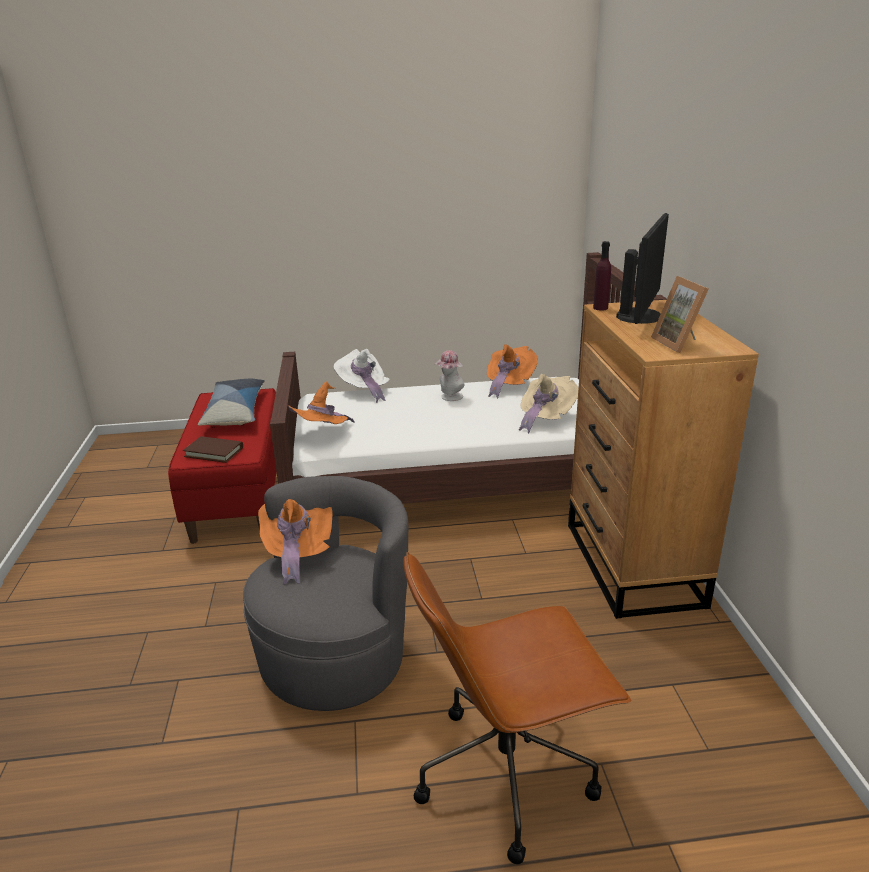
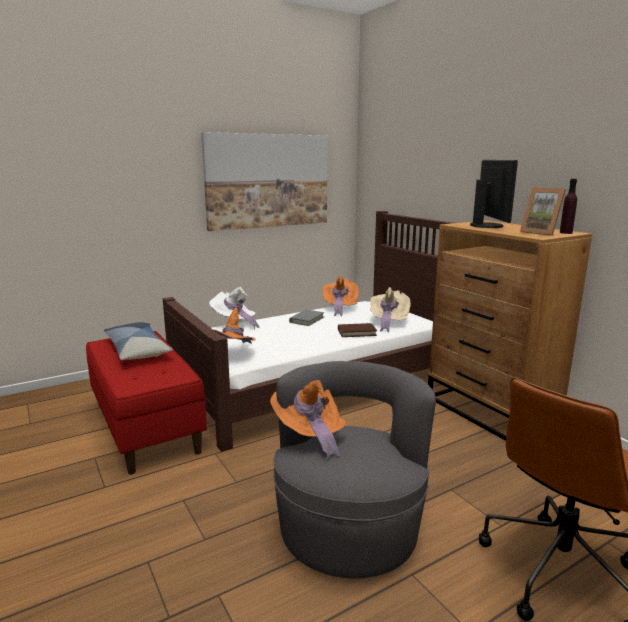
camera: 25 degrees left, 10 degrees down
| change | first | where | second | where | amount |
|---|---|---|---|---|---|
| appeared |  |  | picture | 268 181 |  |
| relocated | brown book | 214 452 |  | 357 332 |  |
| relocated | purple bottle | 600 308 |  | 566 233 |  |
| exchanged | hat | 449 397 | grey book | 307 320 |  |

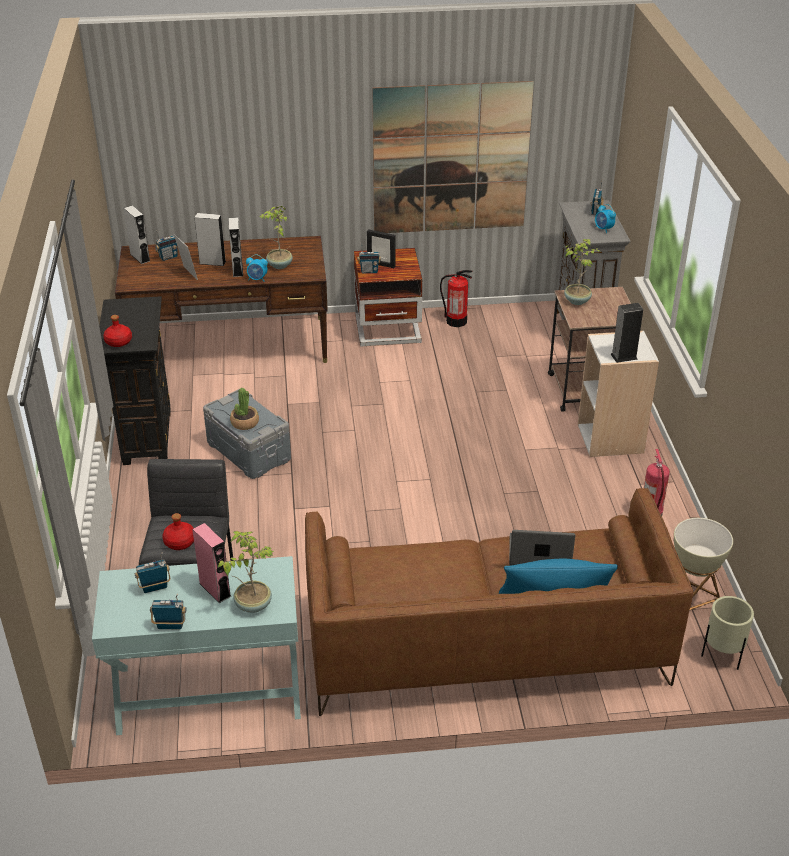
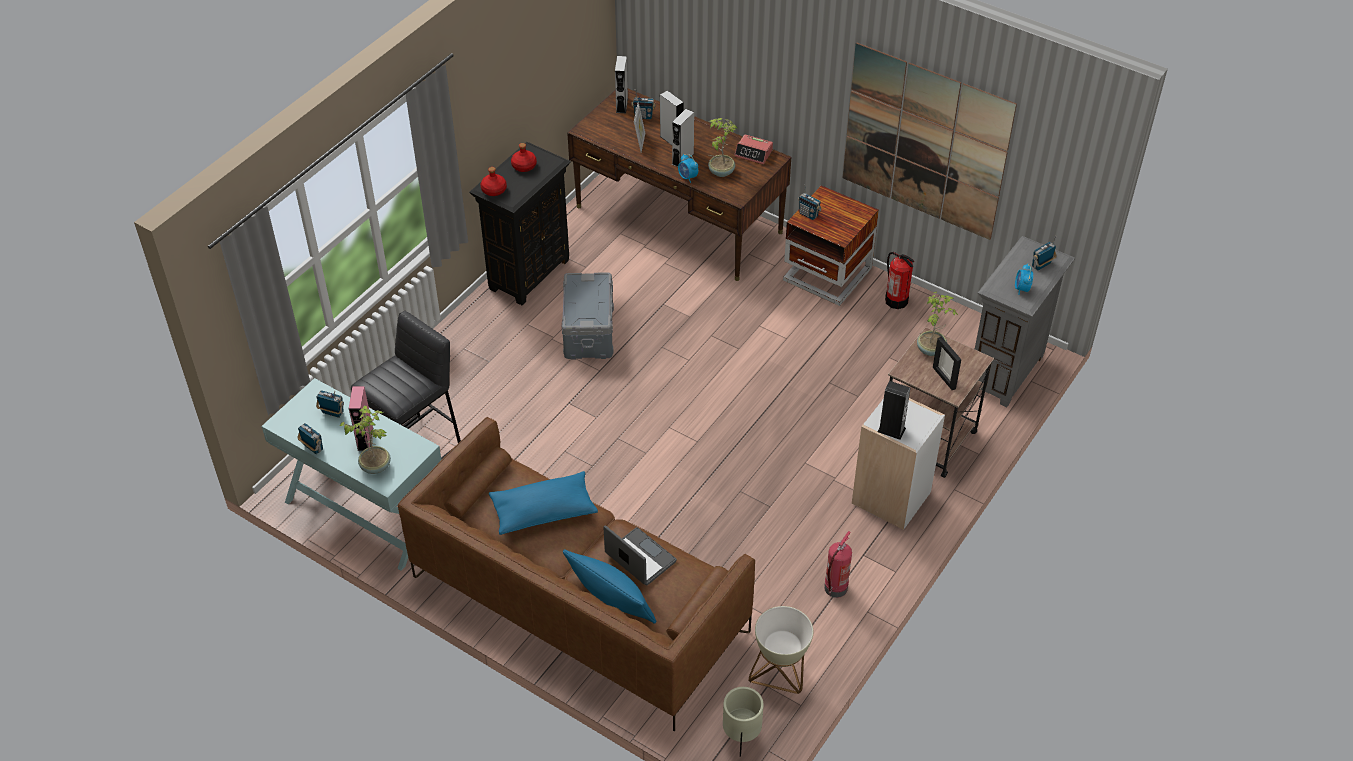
camera: 40 degrees right, 10 degrees up
| change | first | where | second | where | amount |
|---|---|---|---|---|---|
| missing | potted plant | 244 422 |  |  |  |
| appeared |  |  | blue pillow | 543 511 |  |
| appeared |  |  | alarm clock | 753 153 |  |
| relocated | red bottle | 179 542 |  | 524 166 |  |
| relocated | picture frame | 381 264 |  | 944 377 |  |

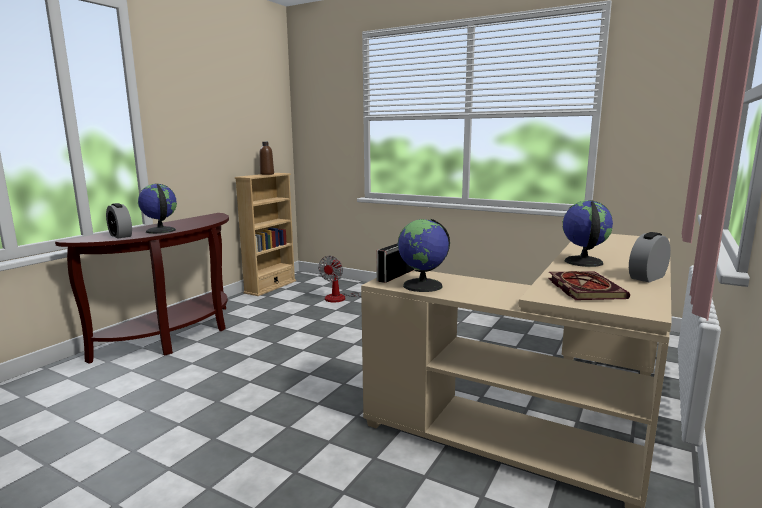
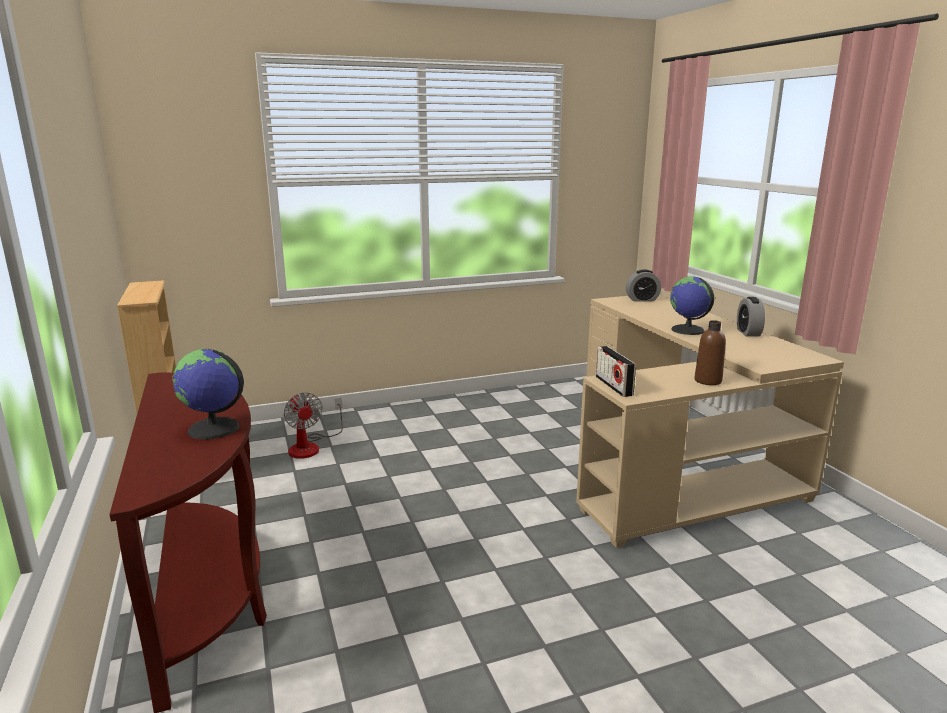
camera: 50 degrees left, 5 degrees up
| change | first | where | second | where | amount |
|---|---|---|---|---|---|
| missing | globe | 423 286 |  |  |  |
| missing | book | 583 288 |  |  |  |
| relocated | alarm clock | 120 236 |  | 642 300 |  |
| relocated | brown bottle | 267 174 |  | 708 381 |  |

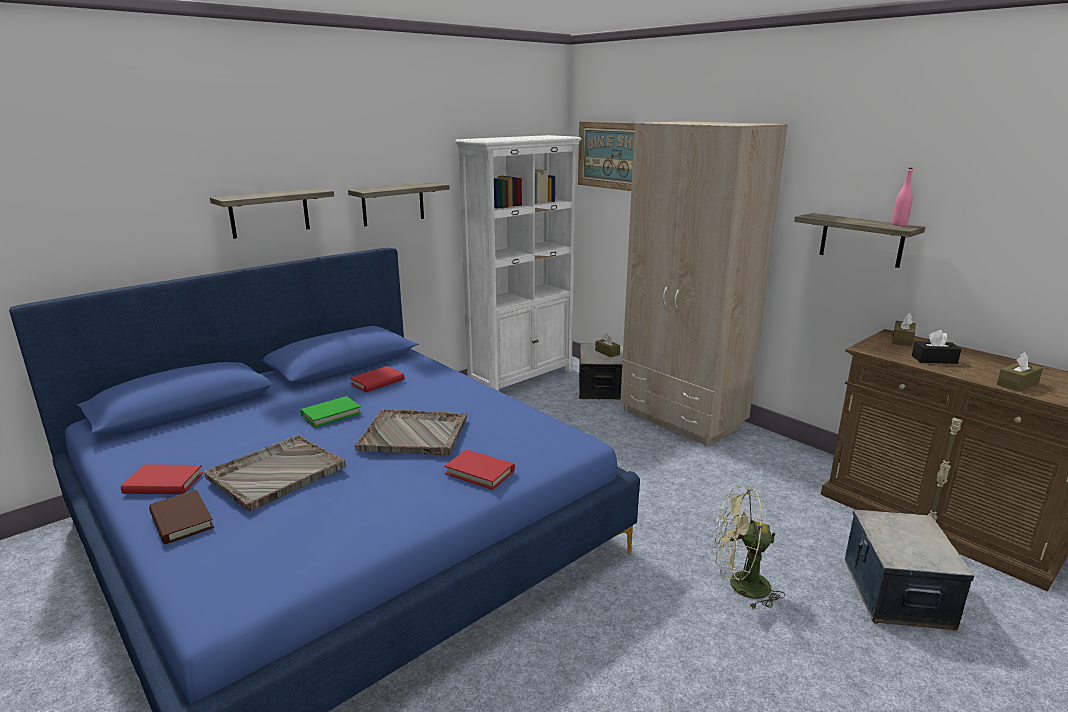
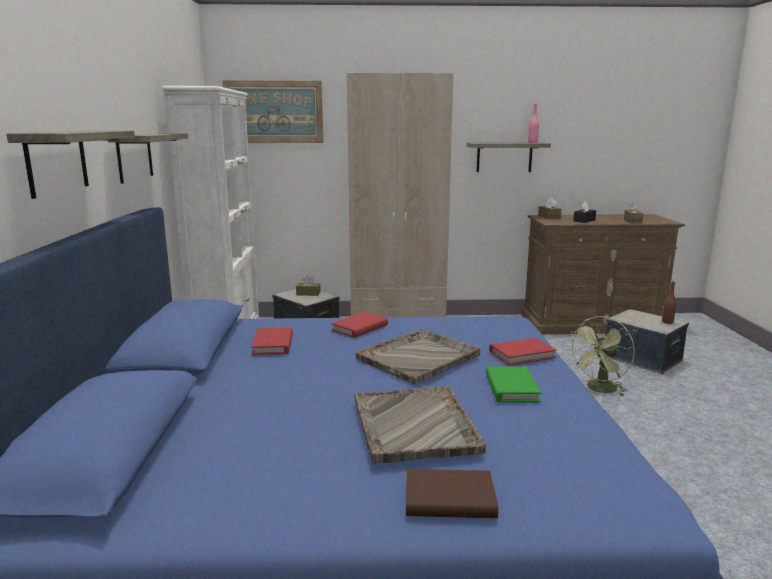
camera: 50 degrees left, 5 degrees down
| change | first | where | second | where | amount |
|---|---|---|---|---|---|
| appeared |  |  | brown bottle | 667 322 |  |
| relocated | red book | 163 483 |  | 360 328 |  |
| relocated | green book | 331 414 |  | 511 388 |  |

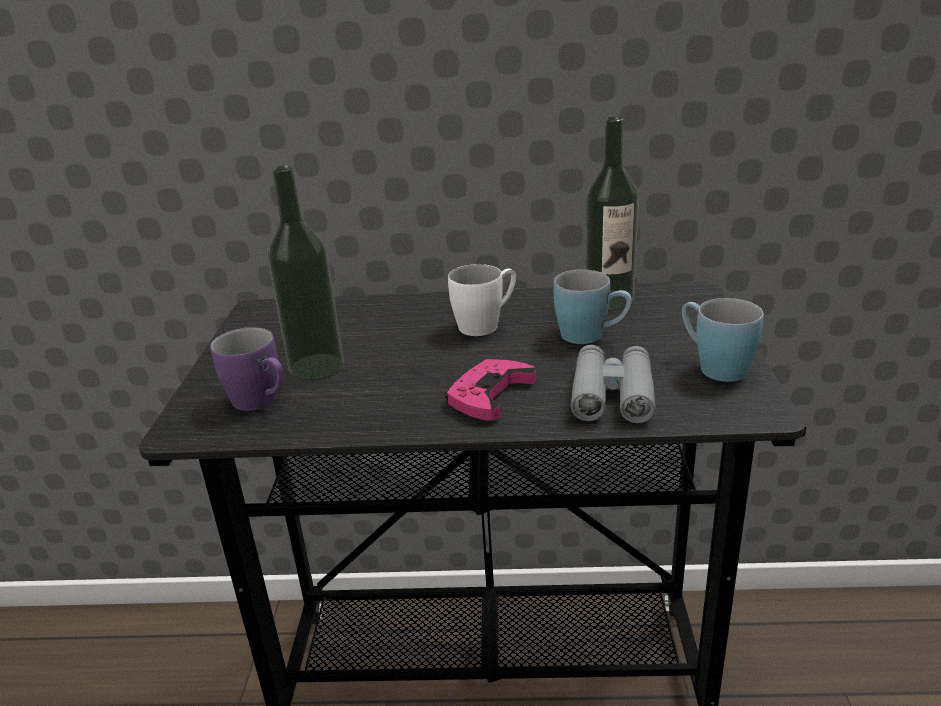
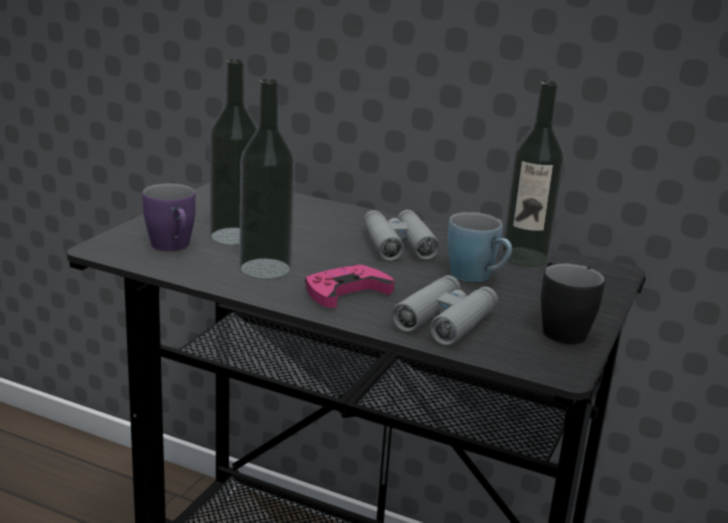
camera: 20 degrees right, 5 degrees down
| change | first | where | second | where | amount |
|---|---|---|---|---|---|
| appeared |  |  | bottle | 265 269 |  |
| exchanged | white mug | 486 324 | grey binoculars | 398 245 |  |
| colour | blue mug | 713 366 | black mug | 559 328 |  |

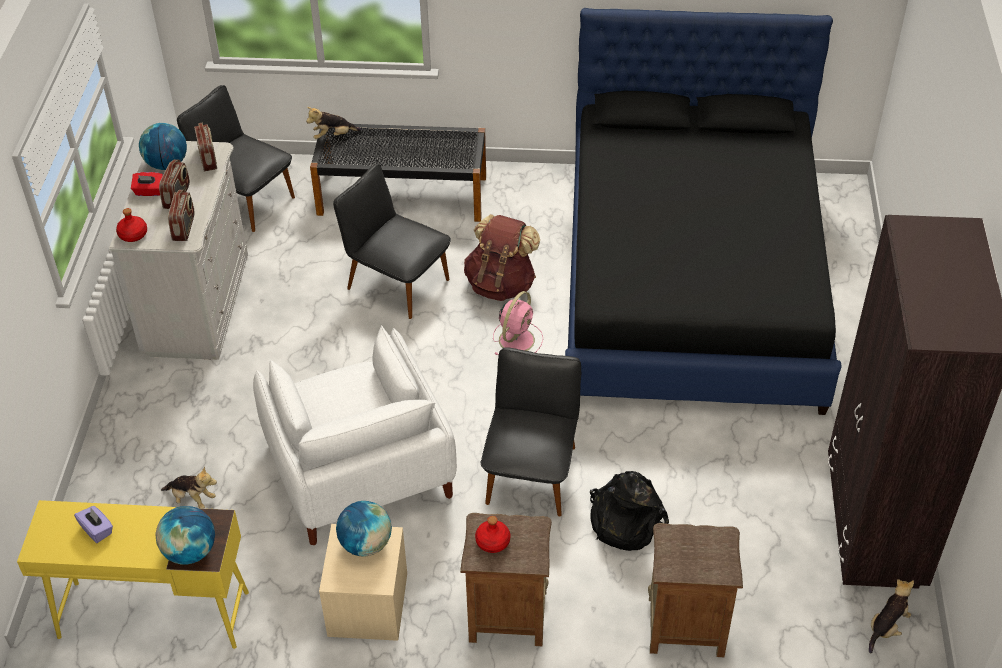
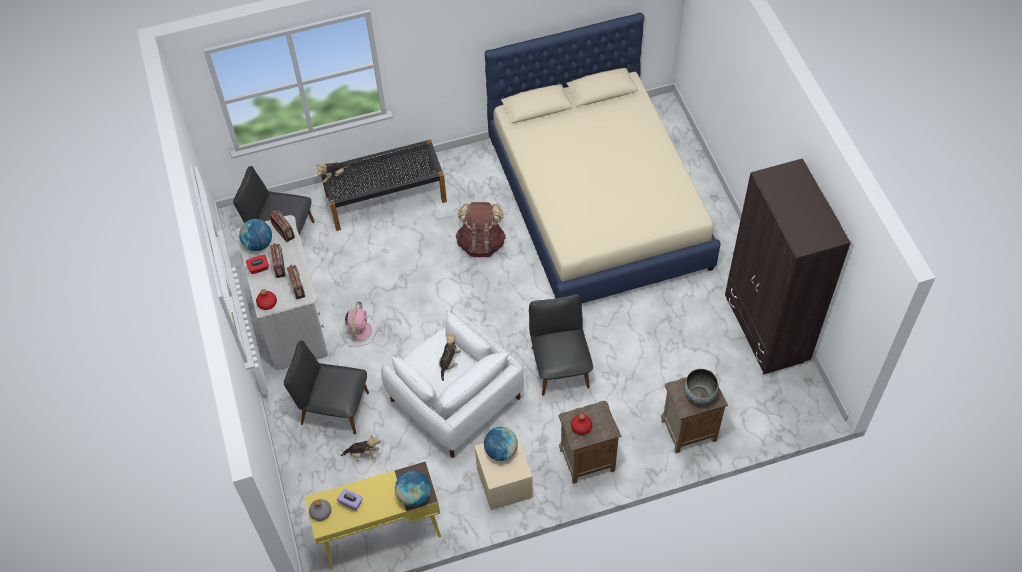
camera: 20 degrees left, 10 degrees up
| change | first | where | second | where | amount |
|---|---|---|---|---|---|
| missing | black backpack | 623 521 |  |  |  |
| appeared |  |  | grey bottle | 320 512 |  |
| appeared |  |  | bowl | 699 395 |  |
| relocated | black chair | 398 284 |  | 334 408 |  |
| relocated | pink fan | 517 339 |  | 360 330 |  |
| relocated | plush toy | 887 627 |  | 449 362 |  |
| colour | black bed | 691 280 | beige bed | 597 203 |  |

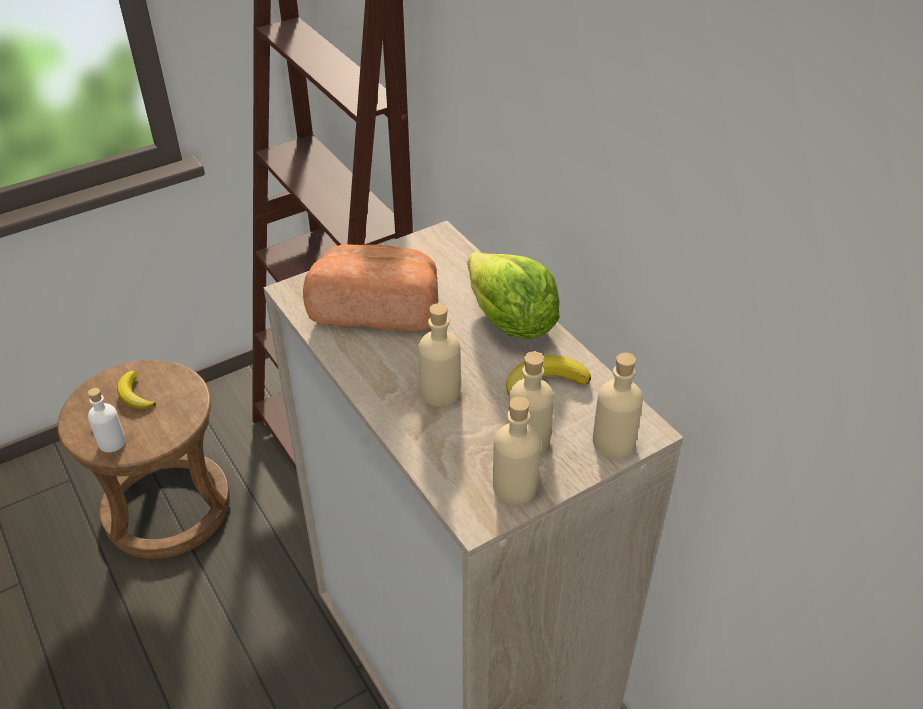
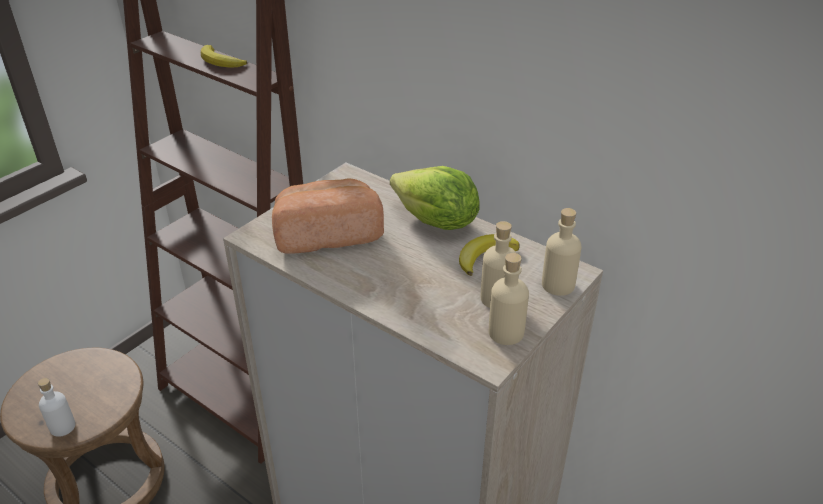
camera: 20 degrees left, 5 degrees down
| change | first | where | second | where | amount |
|---|---|---|---|---|---|
| missing | beige bottle | 440 392 |  |  |  |
| relocated | banana | 134 395 |  | 220 62 |  |

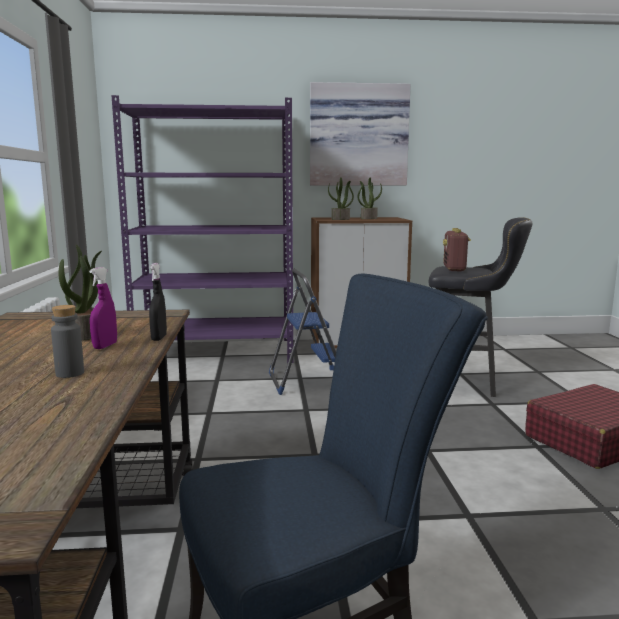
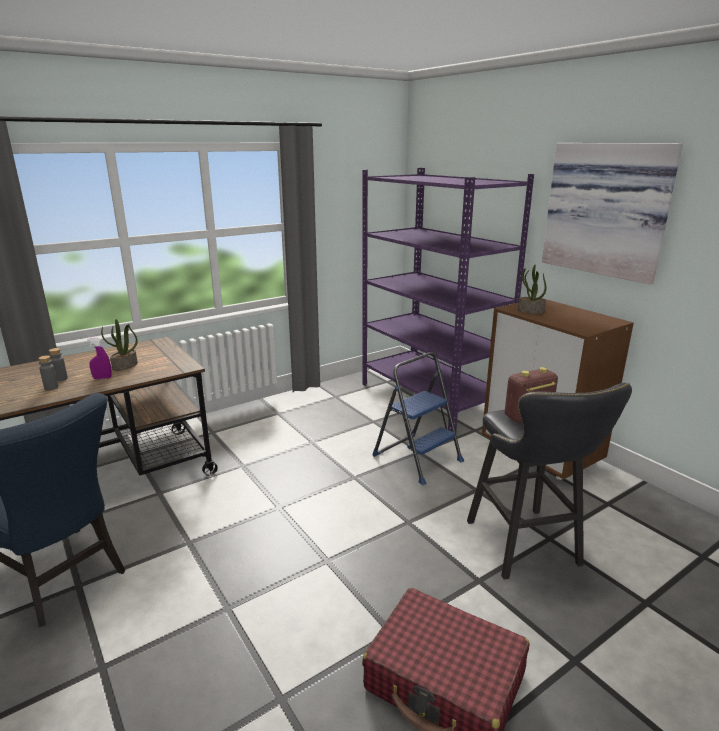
camera: 60 degrees right, 10 degrees up
| change | first | where | second | where | amount |
|---|---|---|---|---|---|
| missing | black spray bottle | 159 338 |  |  |  |
| missing | potted plant | 368 218 |  |  |  |
| appeared |  |  | grey bottle | 61 379 |  |

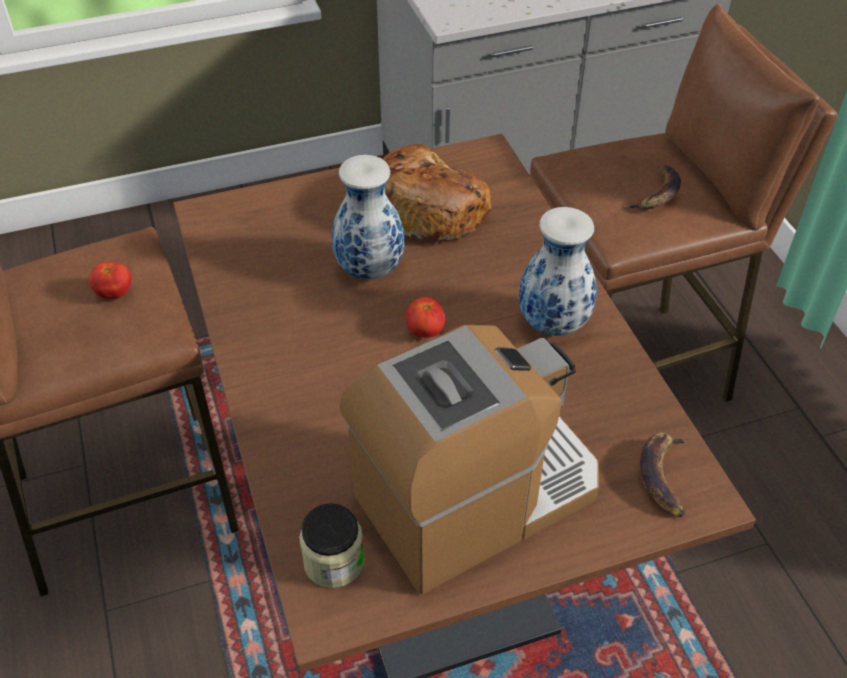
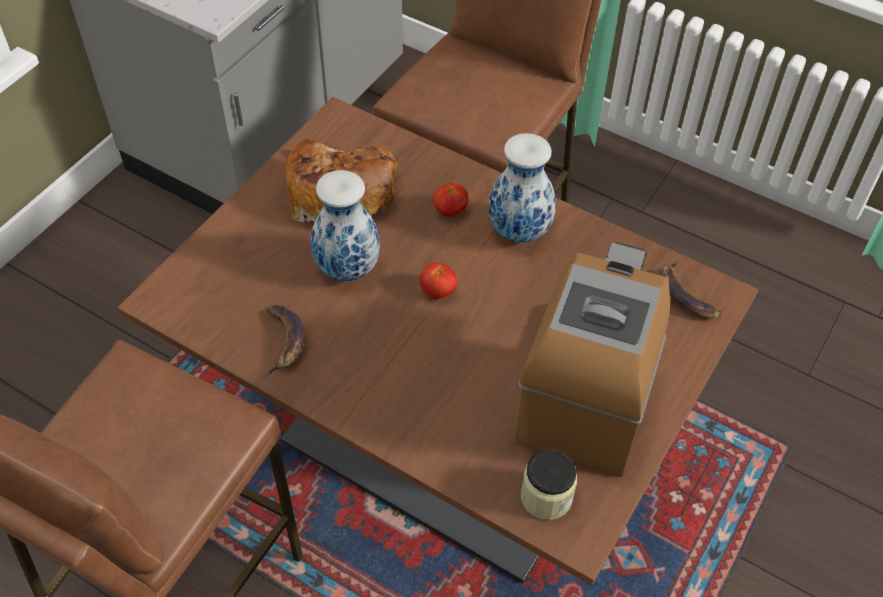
camera: 40 degrees left, 5 degrees up
| change | first | where | second | where | amount |
|---|---|---|---|---|---|
| relocated | tomato | 115 293 |  | 450 211 |  |
| relocated | banana | 657 194 |  | 284 341 |  |

